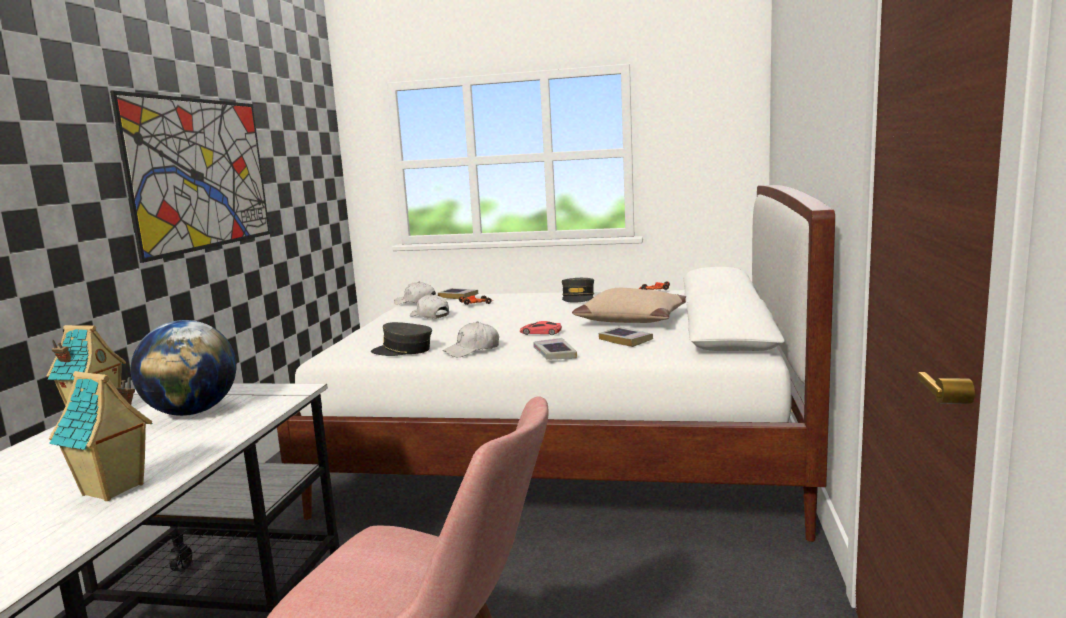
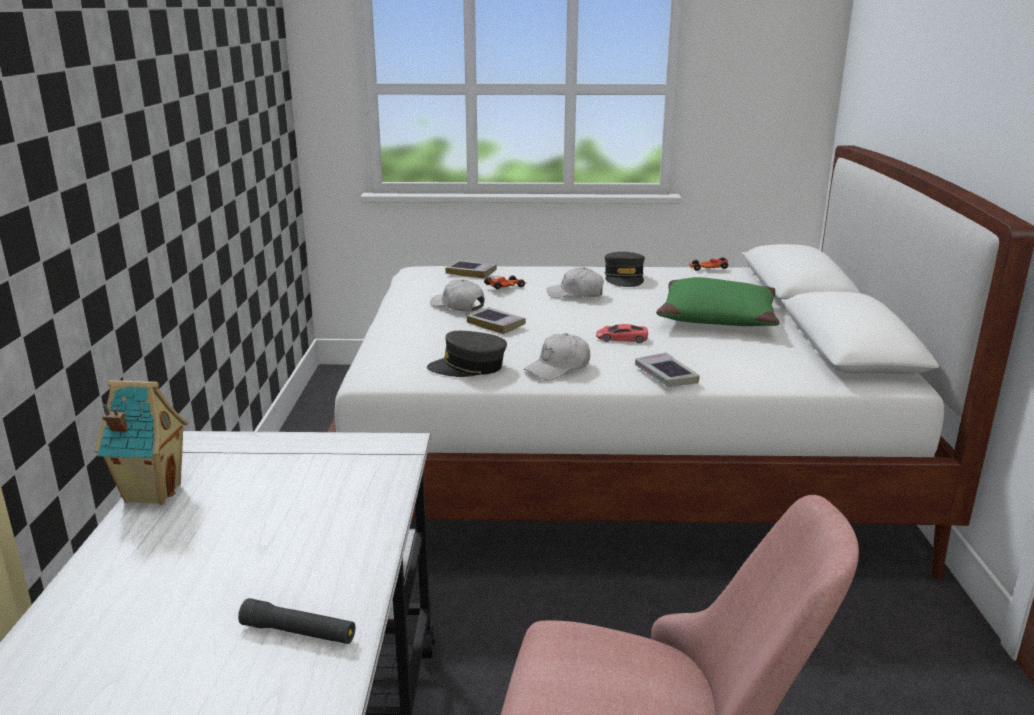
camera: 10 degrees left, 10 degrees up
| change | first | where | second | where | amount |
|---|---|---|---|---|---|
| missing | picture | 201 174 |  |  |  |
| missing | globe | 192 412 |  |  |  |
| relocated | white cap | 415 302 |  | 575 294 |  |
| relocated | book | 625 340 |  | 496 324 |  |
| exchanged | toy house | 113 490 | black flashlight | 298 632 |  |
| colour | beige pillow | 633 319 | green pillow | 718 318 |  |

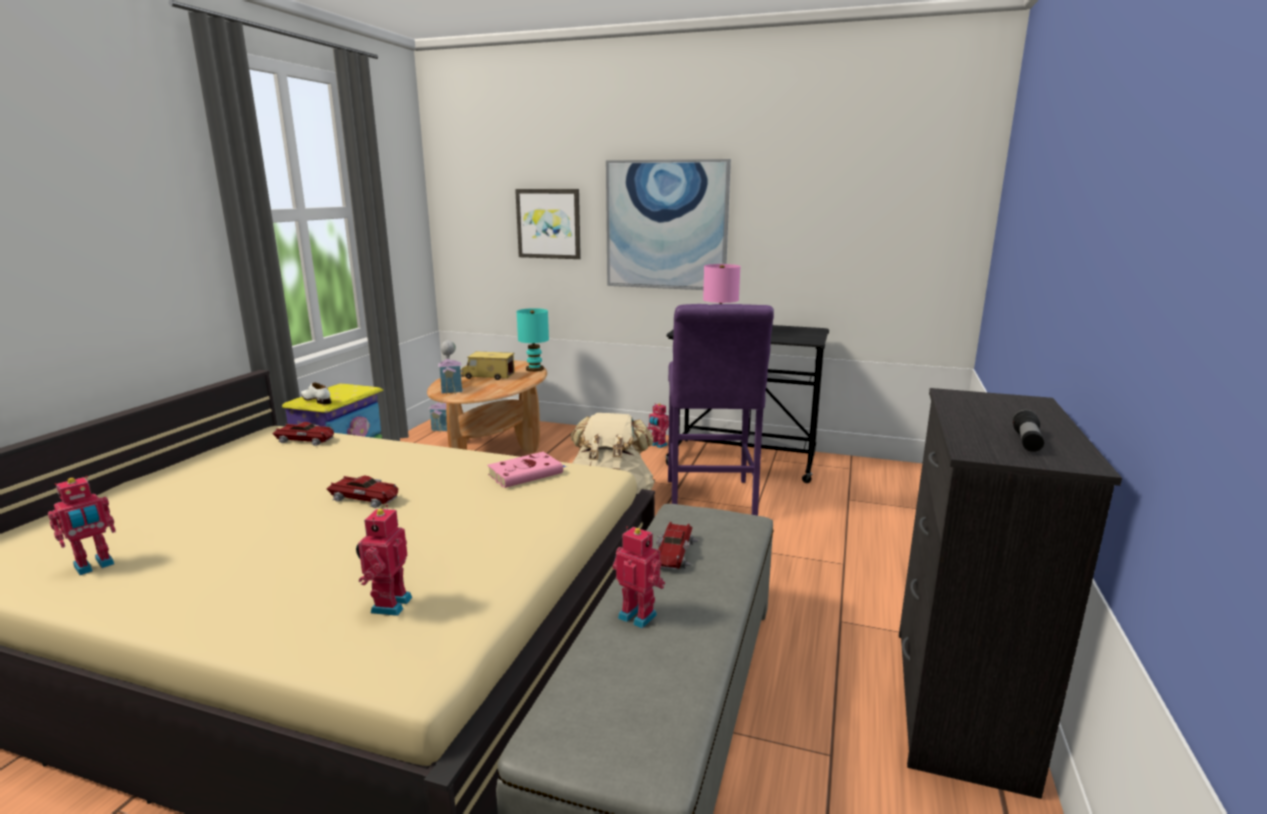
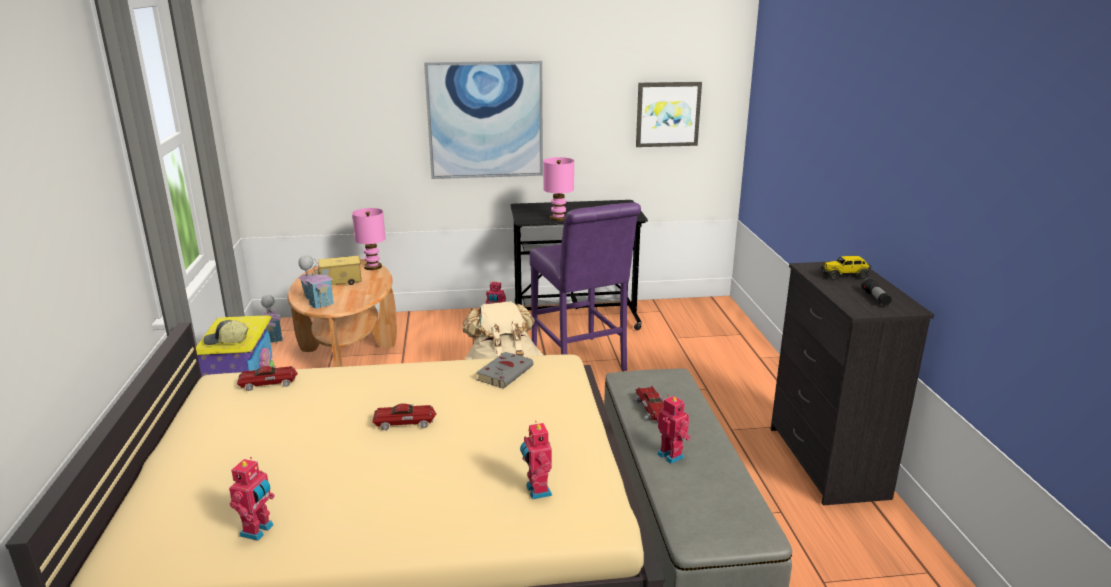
camera: 25 degrees left, 5 degrees up
| change | first | where | second | where | amount |
|---|---|---|---|---|---|
| appeared |  |  | toy truck | 844 276 |  |
| relocated | picture | 549 223 |  | 668 114 |  |
| exchanged | white shoe | 316 400 | cap | 226 341 |  |
| colour | pink book | 527 474 | grey book | 505 373 |  |
| colour | turquoise table lamp | 535 369 | pink table lamp | 373 267 |  |
| spun | toy robot | 639 615 |  | 671 455 | 45 degrees clockwise |

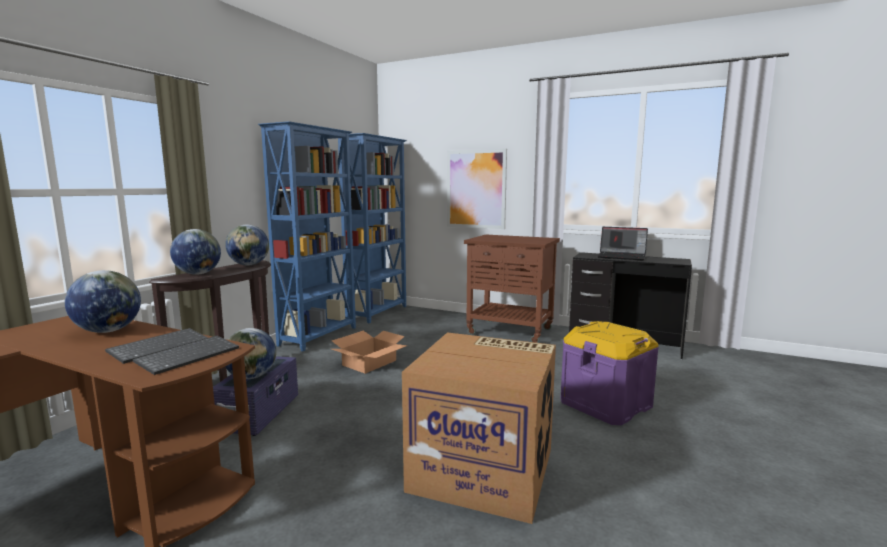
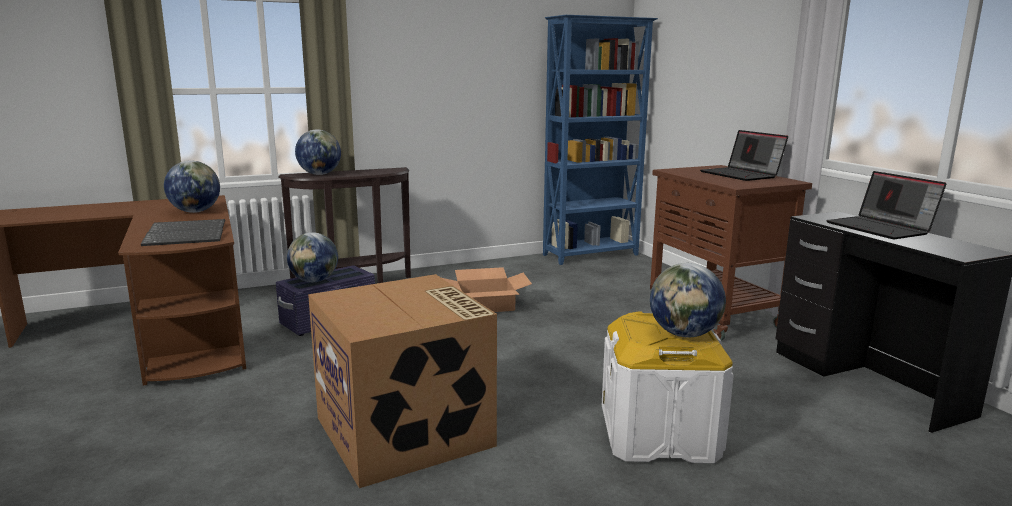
camera: 40 degrees right, 5 degrees up
| change | first | where | second | where | amount |
|---|---|---|---|---|---|
| missing | blue bookcase | 319 336 |  |  |  |
| missing | picture | 476 189 |  |  |  |
| appeared |  |  | laptop | 742 175 |  |
| relocated | globe | 249 265 |  | 684 334 |  |
| colour | purple storage box | 605 404 | white storage box | 659 435 |  |

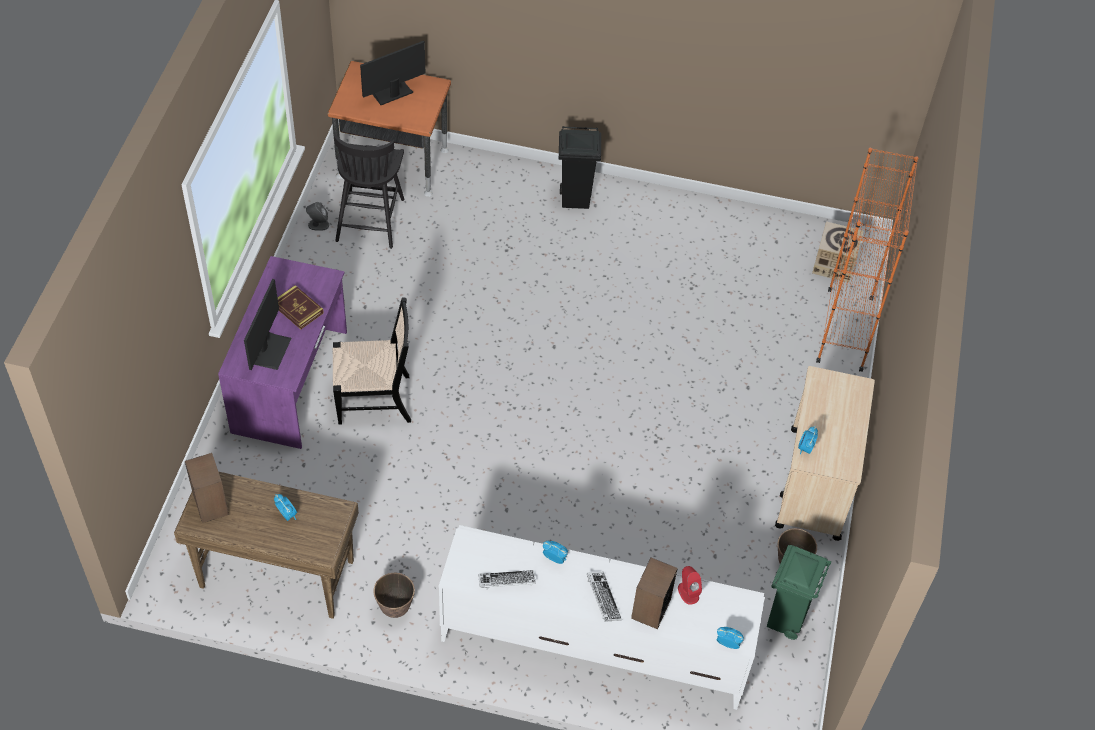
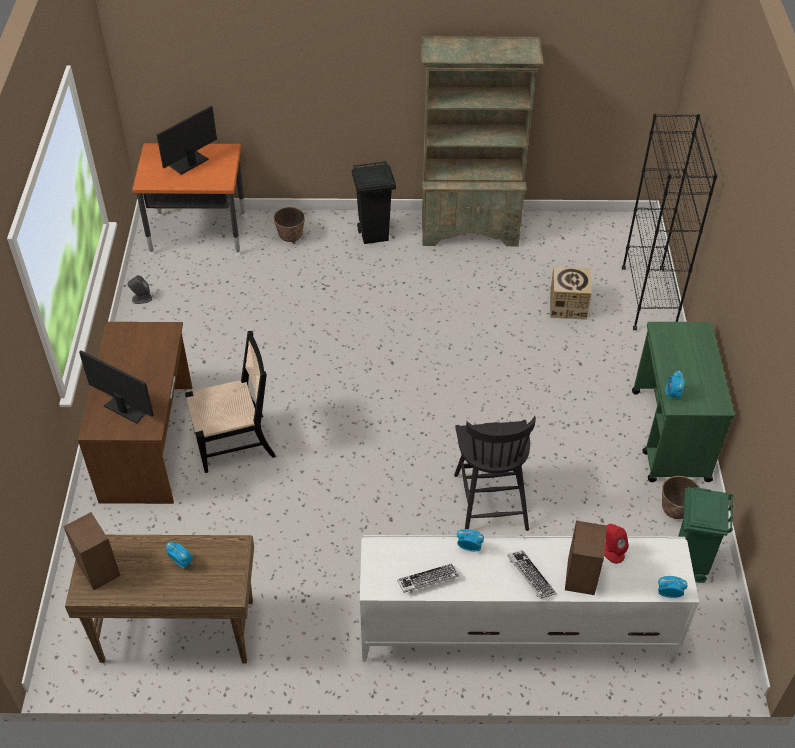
camera: 10 degrees left, 5 degrees down
| change | first | where | second | where | amount |
|---|---|---|---|---|---|
| missing | book | 298 309 |  |  |  |
| appeared |  |  | green bookcase | 470 229 |  |
| relocated | black chair | 370 218 |  | 490 499 |  |
| relocated | planter | 395 608 |  | 291 238 |  |
| relocated | cardboard box | 834 264 |  | 568 305 |  |
| colour | purple desk | 291 381 | brown desk | 149 443 |  |
| colour | beige cart | 814 484 | green cart | 670 436 |  |
| colour | orange bookcase | 845 329 | black bookcase | 648 298 |  |
| spun | monitor | 271 350 |  | 127 407 | 60 degrees counterclockwise |

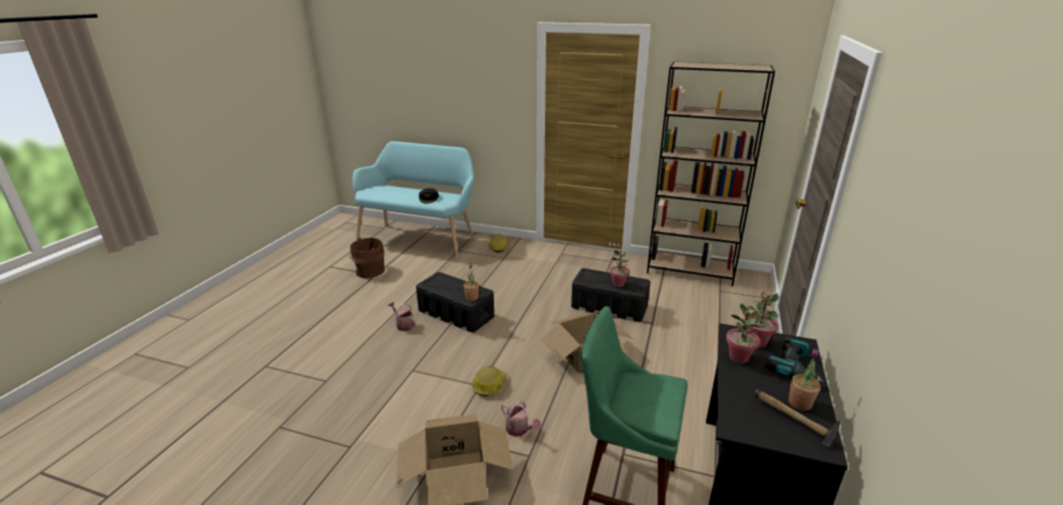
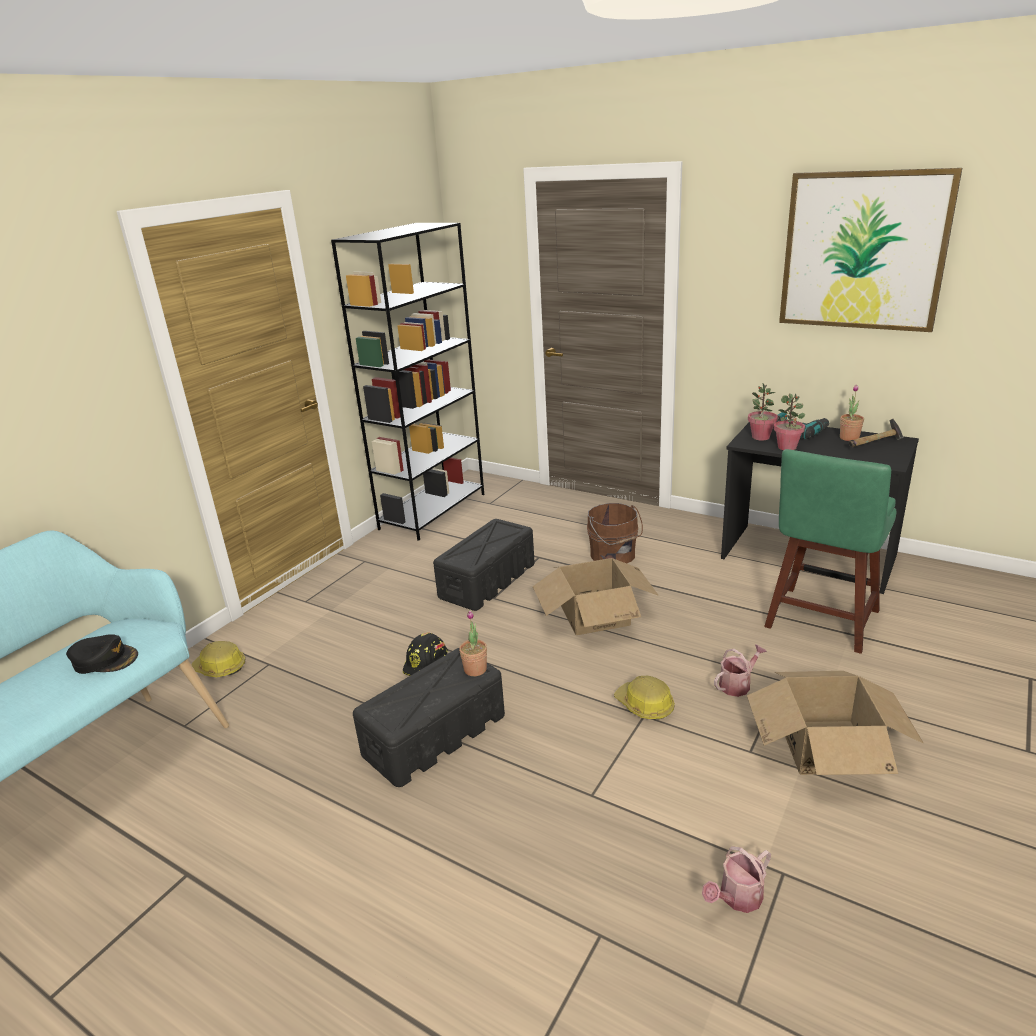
camera: 75 degrees left, 0 degrees up
| change | first | where | second | where | amount |
|---|---|---|---|---|---|
| missing | potted plant | 618 284 |  |  |  |
| appeared |  |  | black hard hat | 426 664 |  |
| appeared |  |  | picture | 863 251 |  |
| relocated | brown bucket | 368 271 |  | 613 556 |  |
| relocated | watering can | 403 325 |  | 737 898 |  |
| colour | beige bookcase | 690 270 | black bookcase | 433 511 |  |

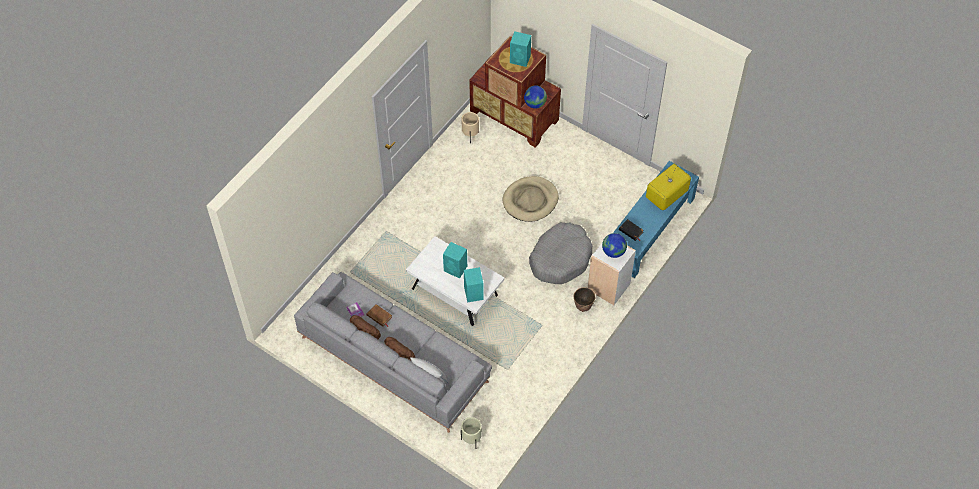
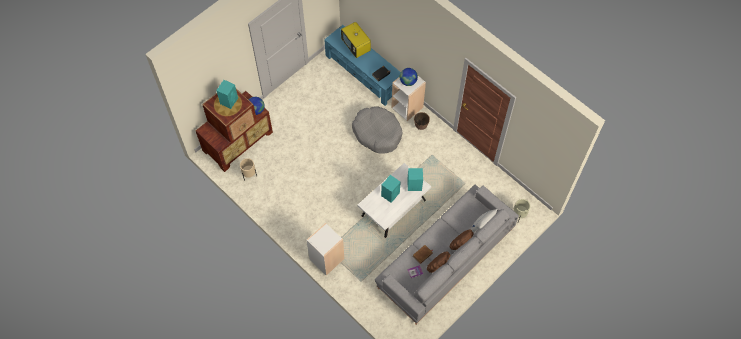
camera: 80 degrees left, 5 degrees up
| change | first | where | second | where | amount |
|---|---|---|---|---|---|
| missing | beige dog bed | 530 200 |  |  |  |
| appeared |  |  | bookcase | 326 259 |  |

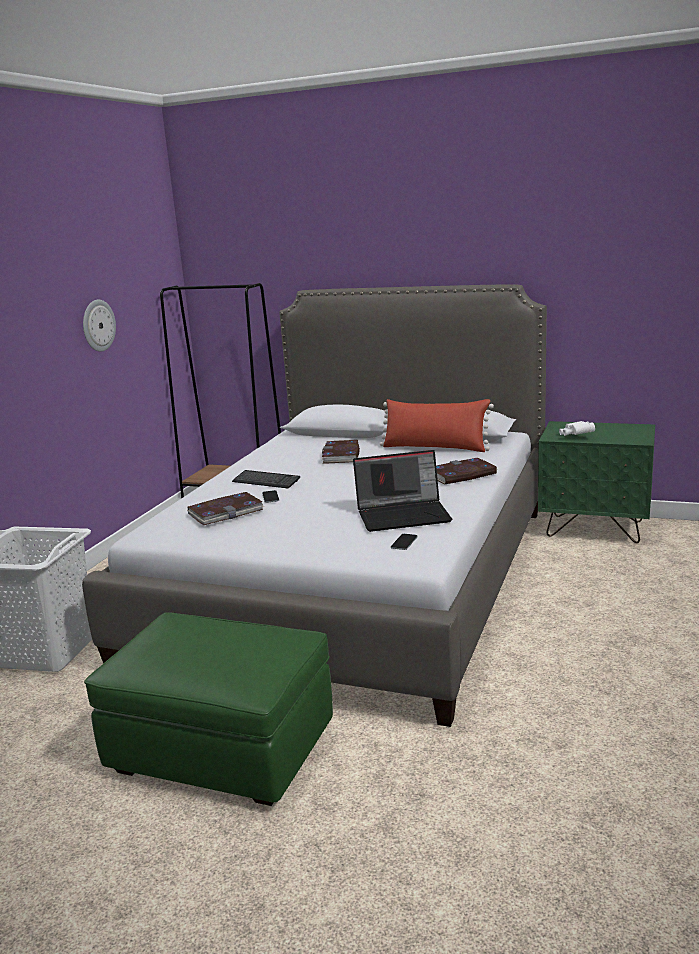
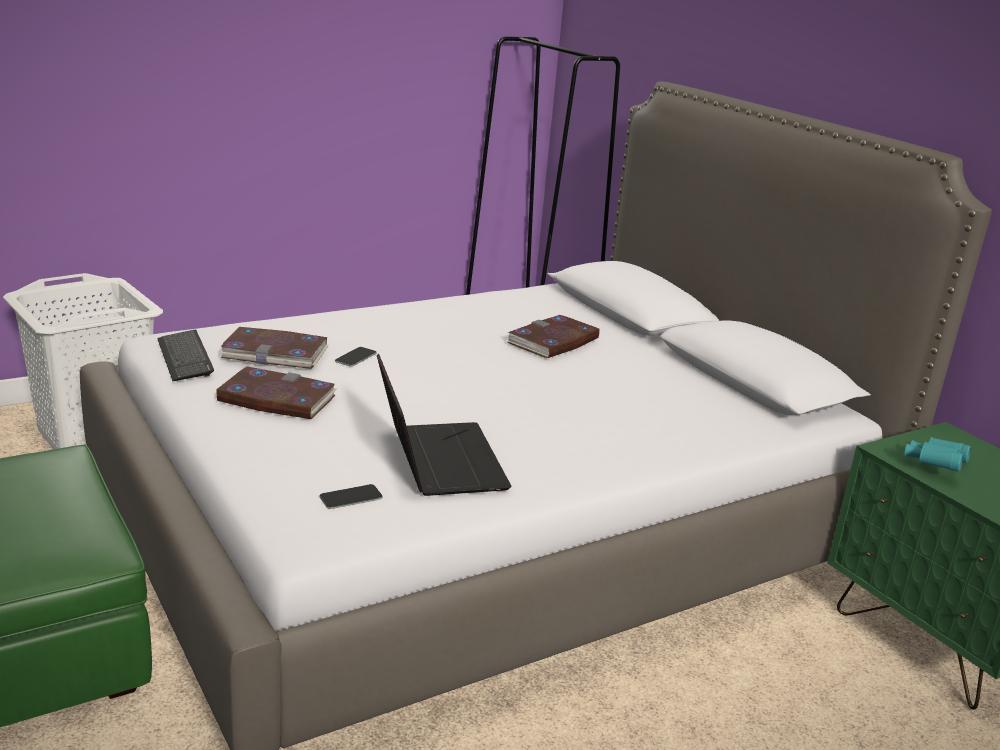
camera: 35 degrees right, 5 degrees up
| change | first | where | second | where | amount |
|---|---|---|---|---|---|
| missing | wall clock | 98 325 |  |  |  |
| missing | red pillow | 435 448 |  |  |  |
| relocated | keyboard | 266 481 |  | 185 357 |  |
| relocated | book | 461 474 |  | 276 399 |  |
| colour | white binoculars | 576 436 | turquoise binoculars | 934 466 |  |
| spun | laptop | 404 515 |  | 437 460 | 135 degrees counterclockwise |

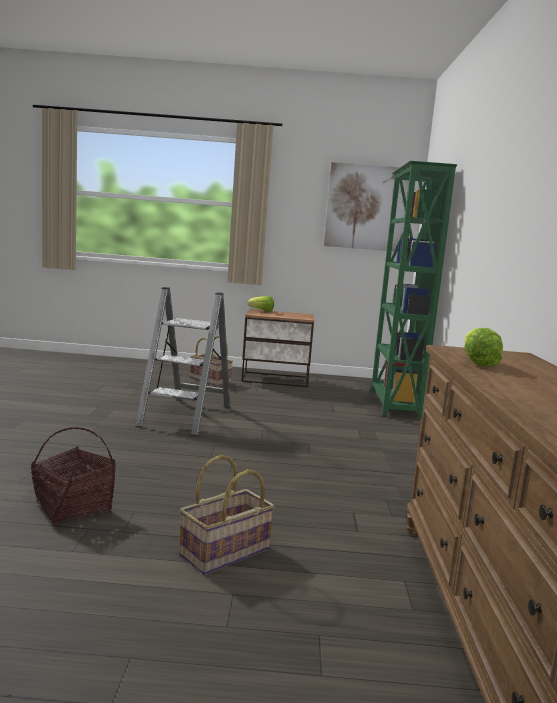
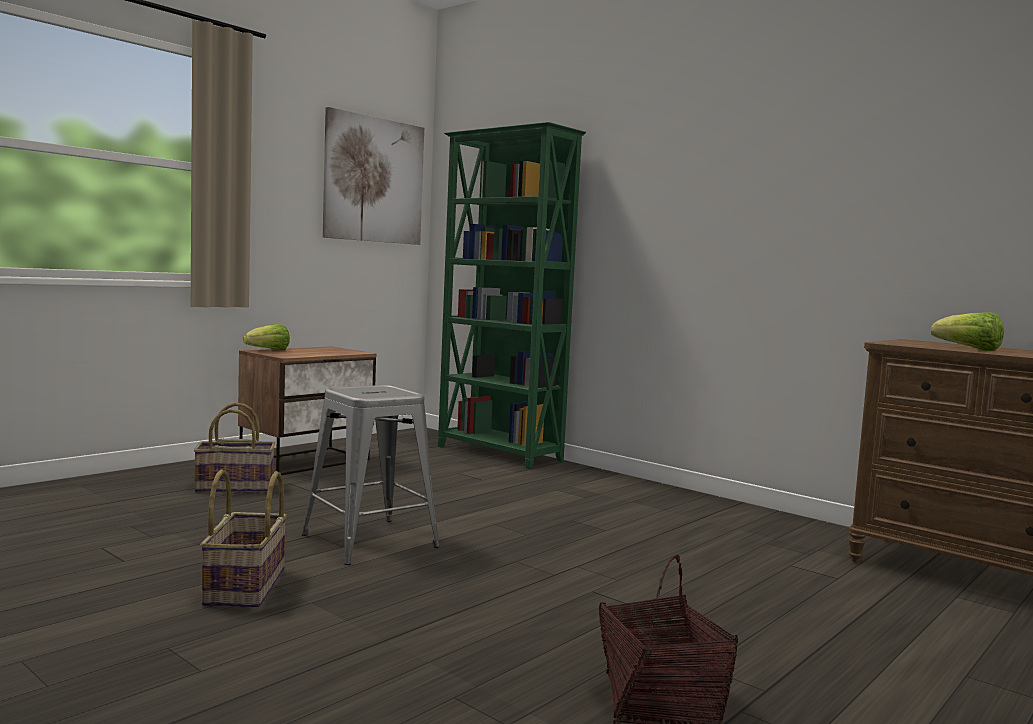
camera: 50 degrees left, 5 degrees down
| change | first | where | second | where | amount |
|---|---|---|---|---|---|
| relocated | basket | 225 553 |  | 247 587 |  |
| exchanged | grey step ladder | 187 415 | grey stool | 369 541 |  |

